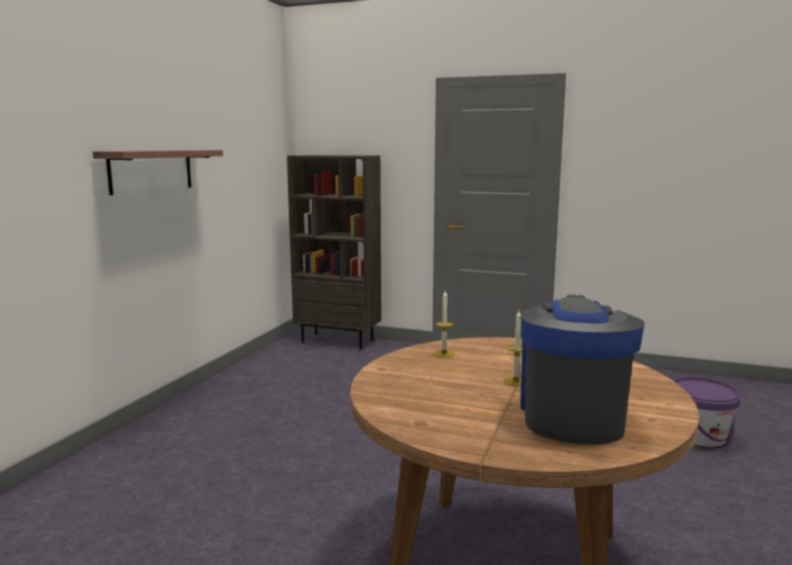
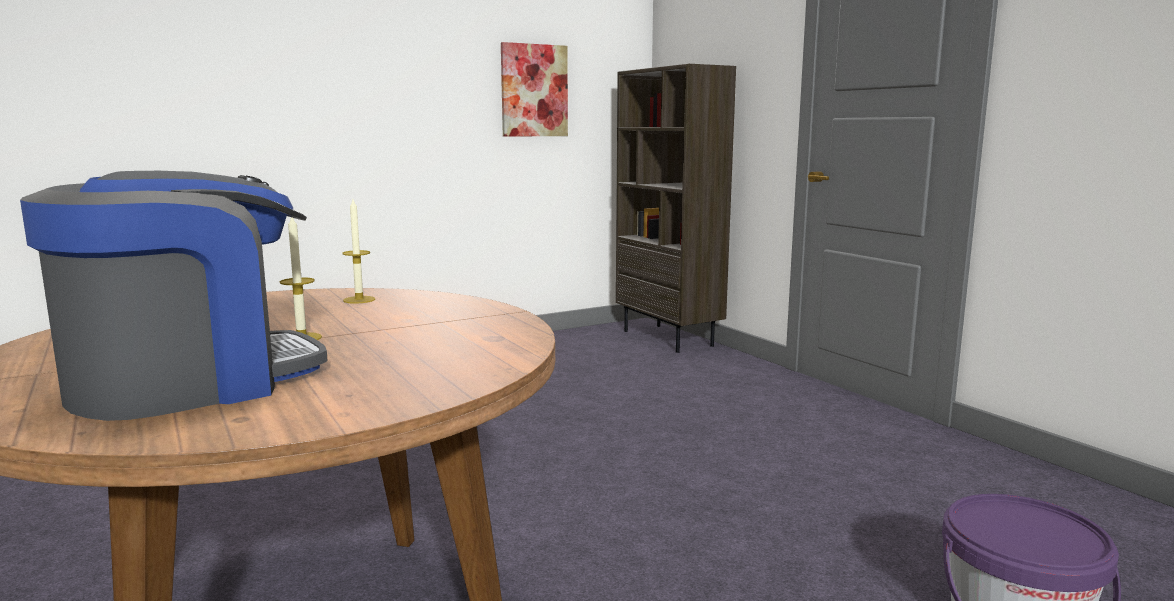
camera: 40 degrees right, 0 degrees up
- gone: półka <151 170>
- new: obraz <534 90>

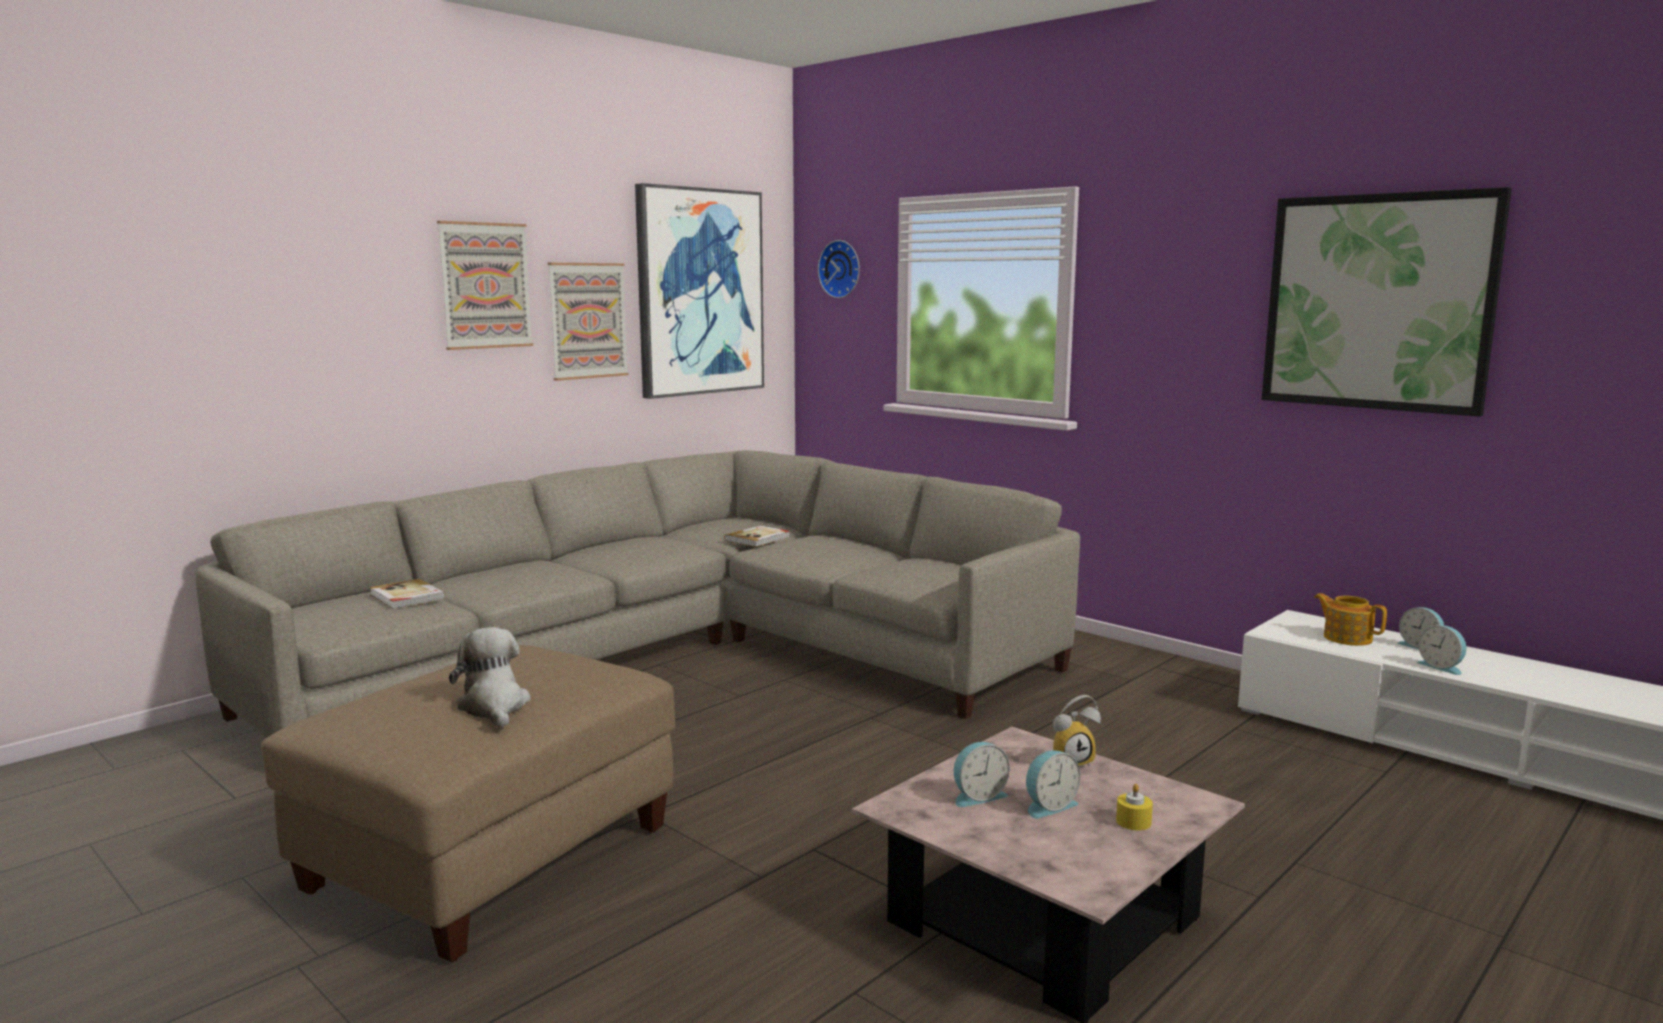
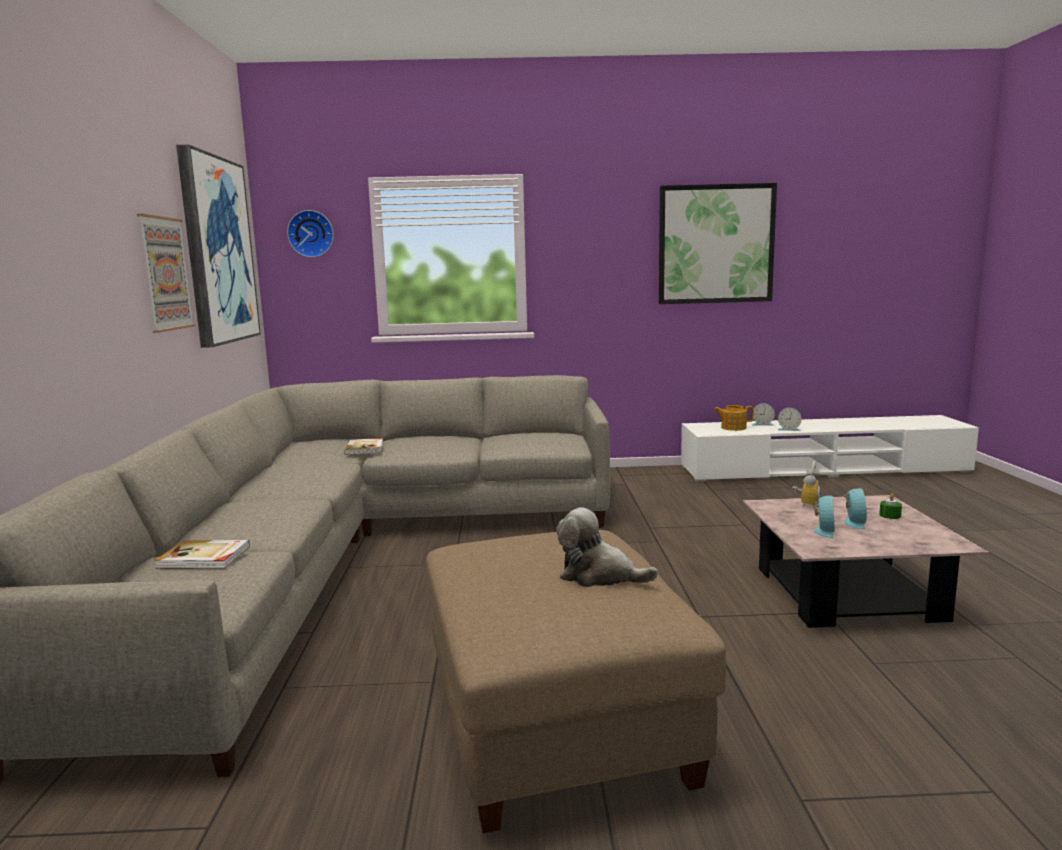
camera: 45 degrees left, 0 degrees up
- gone: obraz <485 285>
- repainted: świeca [żółty] <1133 821> to świeca [zielony] <890 515>

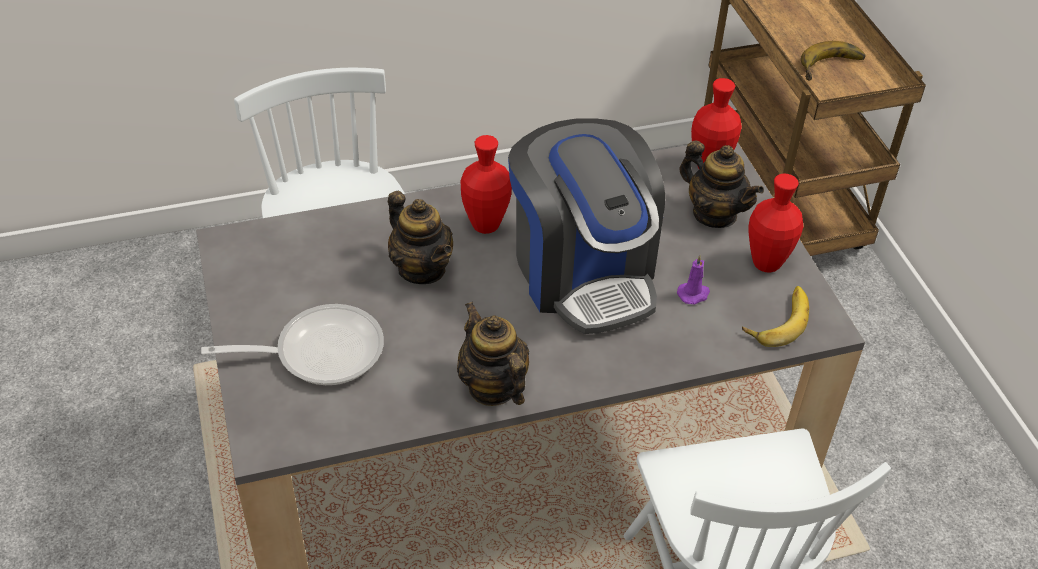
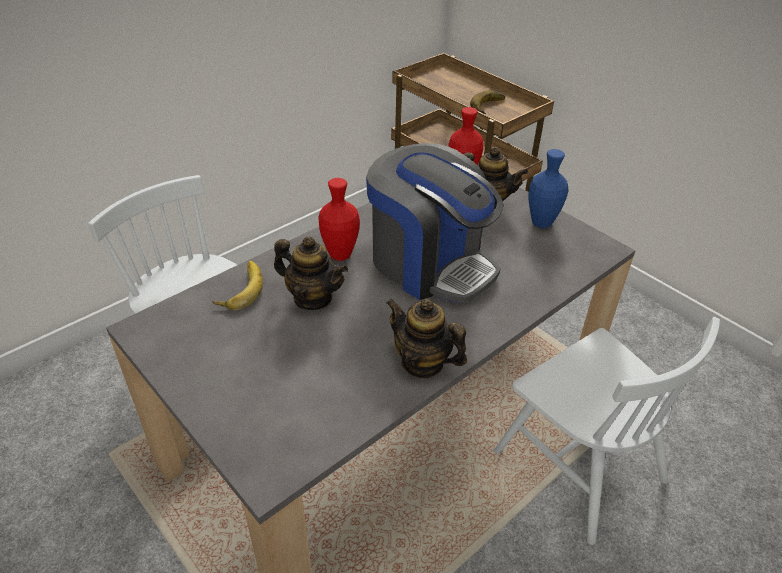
camera: 25 degrees left, 5 degrees down
- gone: patelnia <320 351>
- gone: świeca [fioletowy] <694 294>
- shifted: banan <776 319> to <239 289>
- repainted: wazon [czerwony] <766 264> to wazon [niebieski] <541 223>

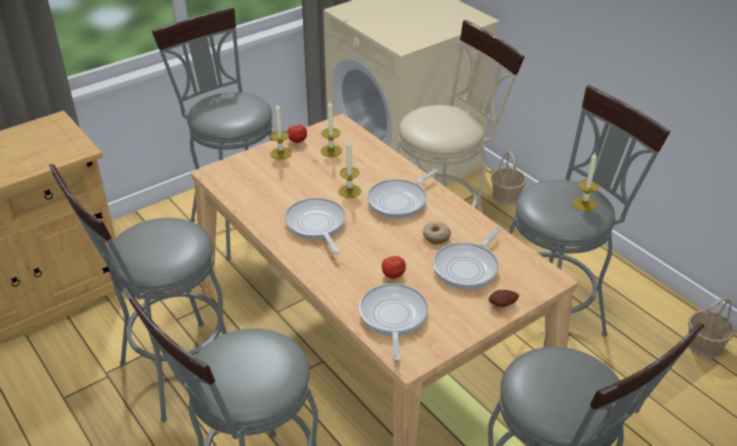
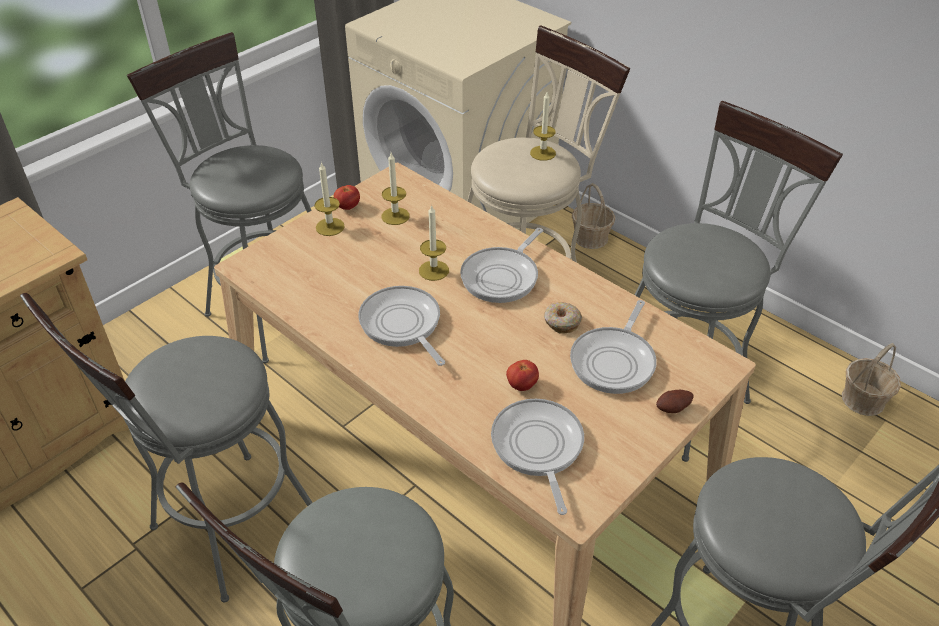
camera: 10 degrees left, 5 degrees up
- shifted: świeca <584 204> to <543 153>

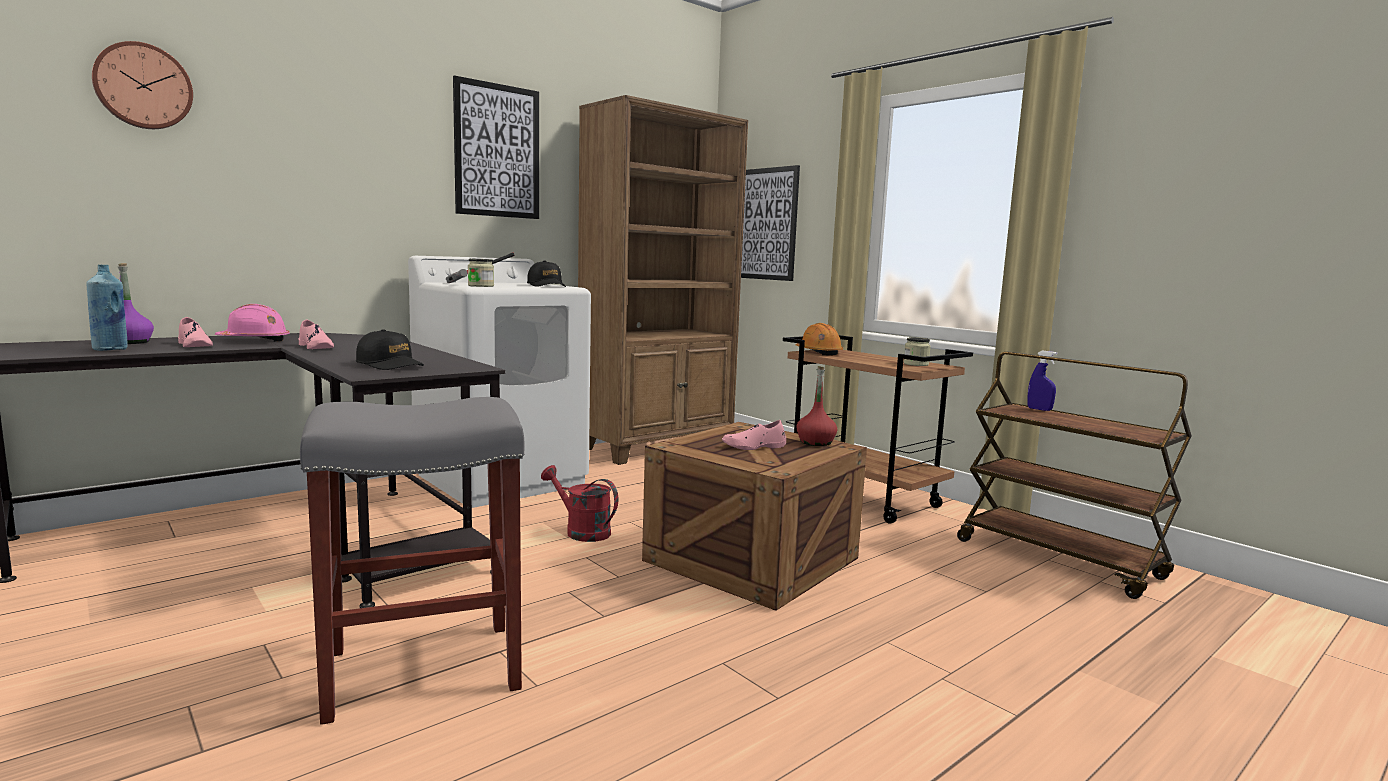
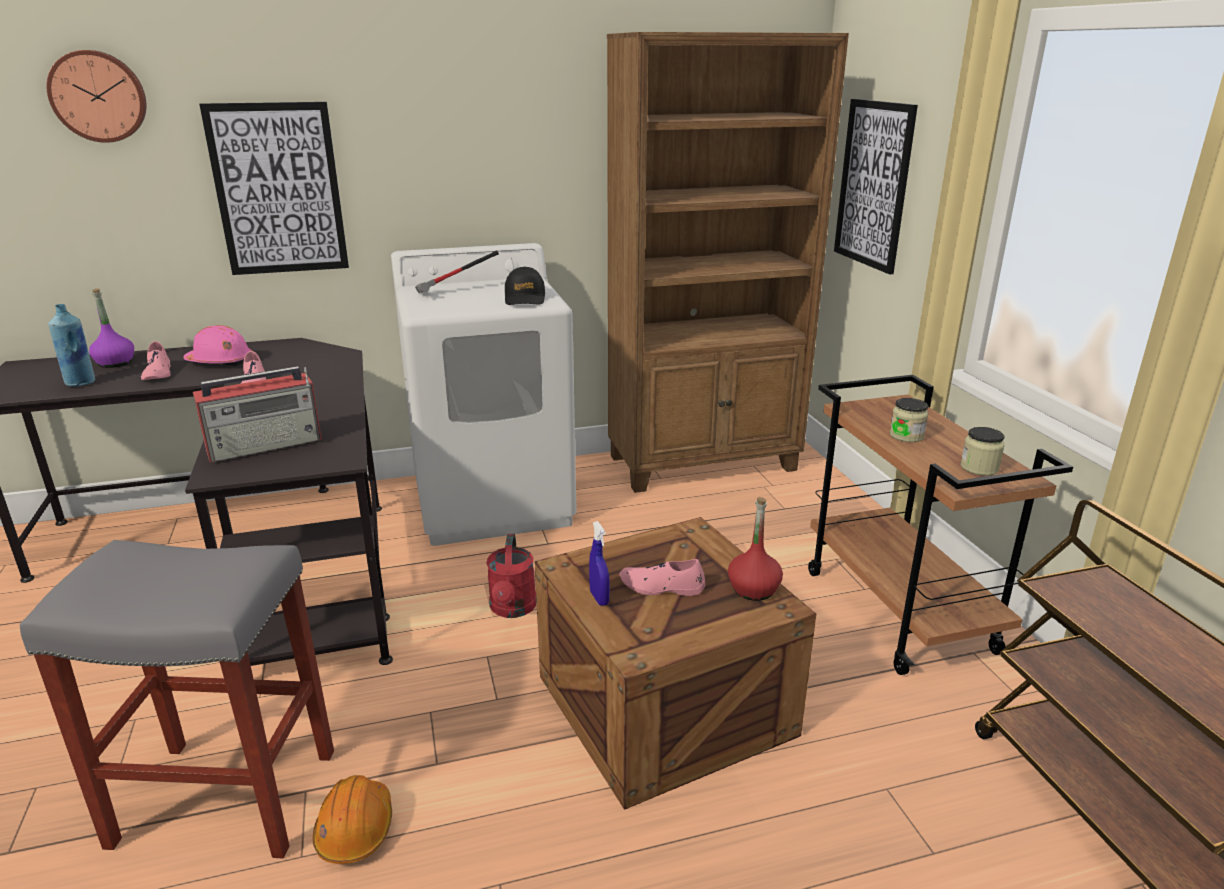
camera: 25 degrees right, 15 degrees up
- shifted: obraz <497 151> to <278 189>
- shifted: słoik <481 286> to <906 436>
- shifted: kask [pomarańczowy] <818 353> to <355 829>
- shifted: spryskiwacz [niebieski] <1039 409> to <599 598>
- swapped: czapka z daszkiem [czarny] <390 365> to radio <266 445>
- rotated: konewka [czerwony] <581 531> = <512 609> 150 degrees counterclockwise

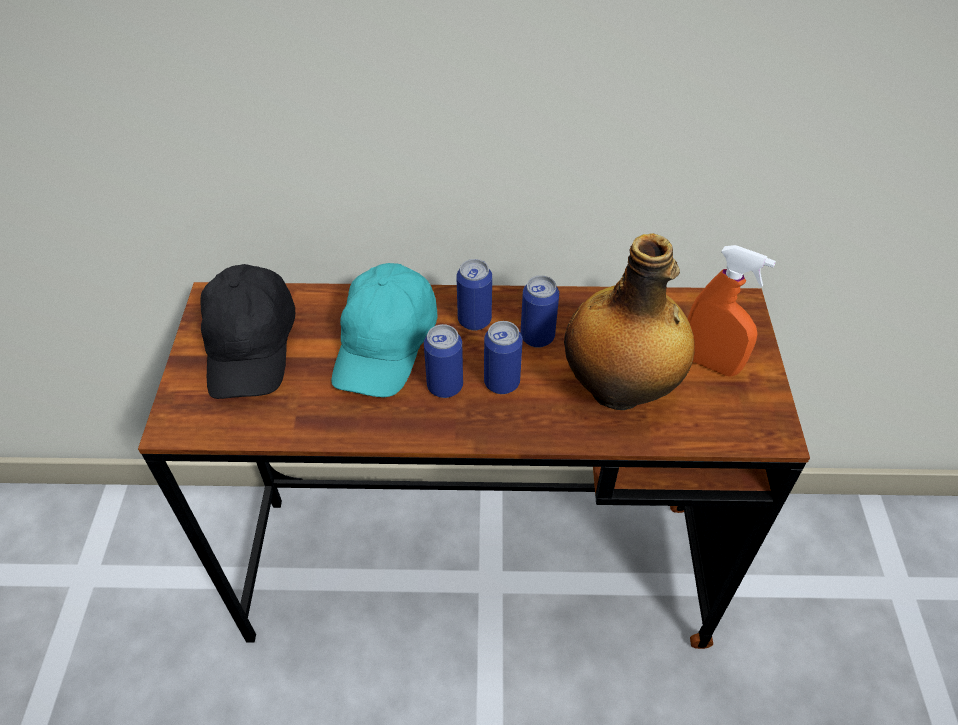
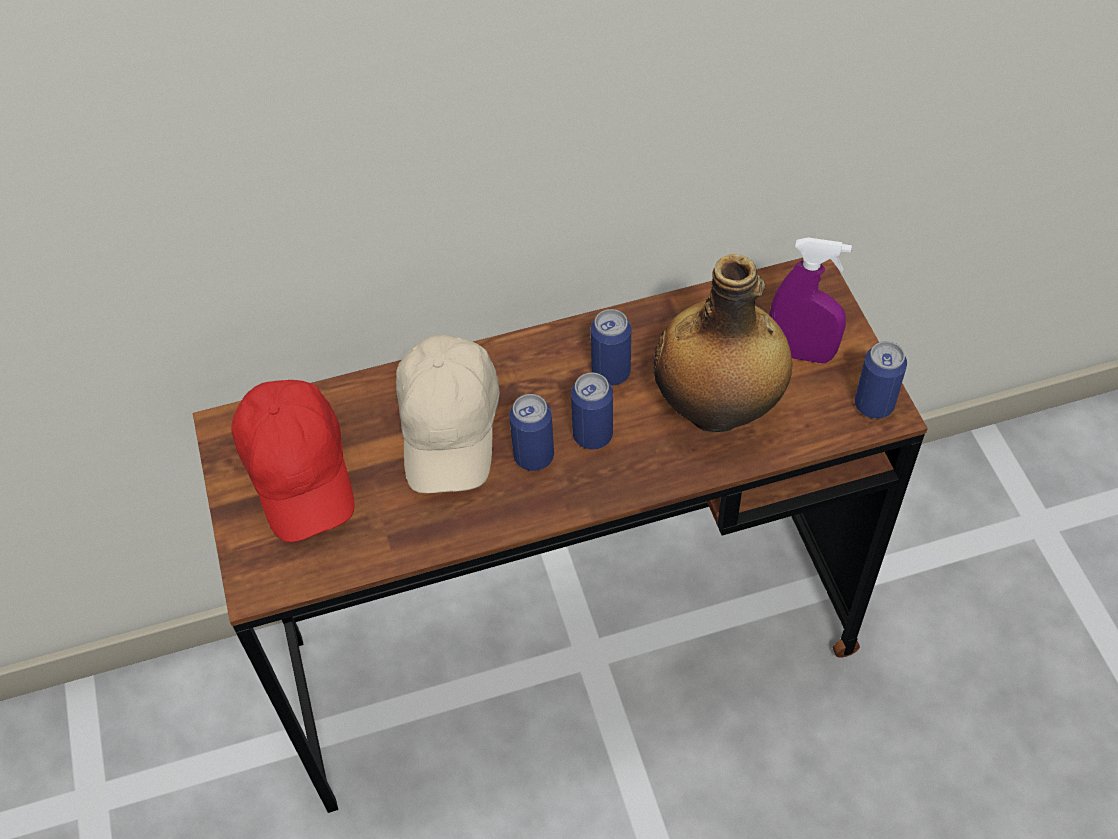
camera: 15 degrees left, 5 degrees up
- shifted: puszka <474 320> to <874 405>
- repainted: czapka z daszkiem [czarny] <252 346> to czapka z daszkiem [czerwony] <300 470>
- repainted: czapka z daszkiem [turkusowy] <386 344> to czapka z daszkiem [beżowy] <450 427>
- repainted: spryskiwacz [pomarańczowy] <710 363> to spryskiwacz [fioletowy] <800 353>

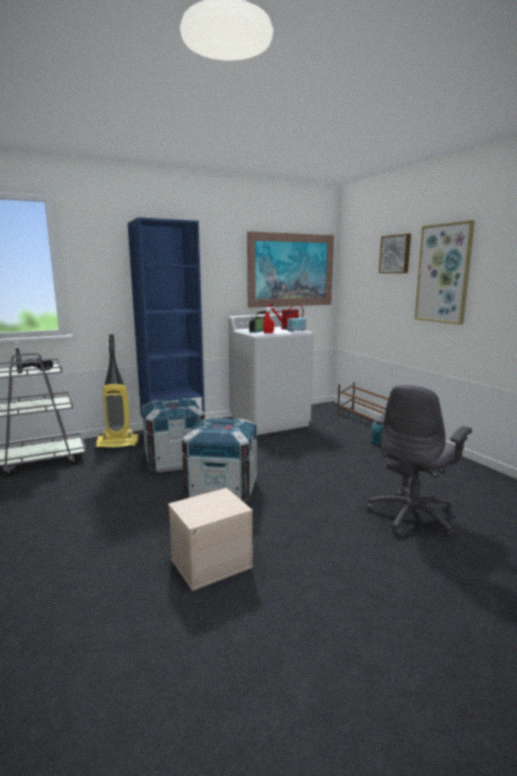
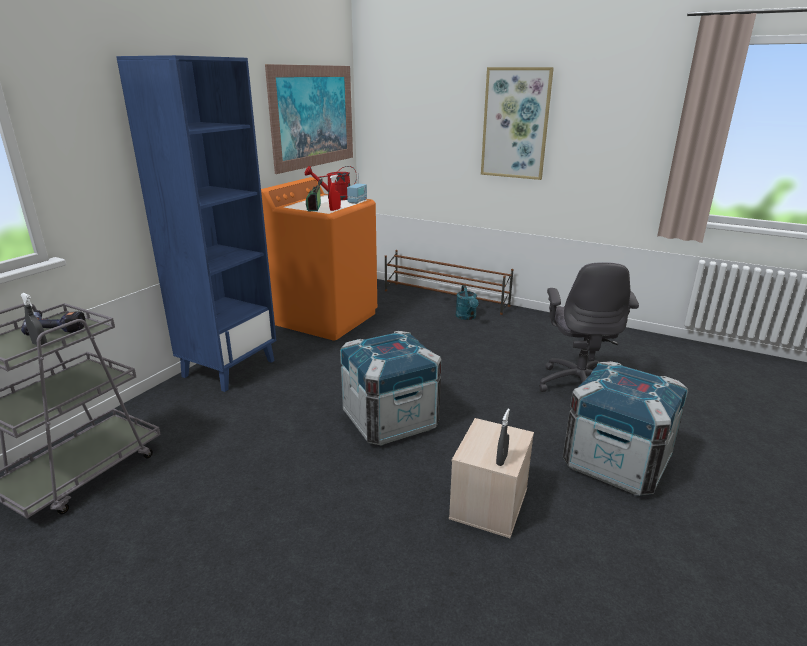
camera: 35 degrees left, 10 degrees up
- gone: odkurzacz <118 444>
- gone: obraz <395 254>
- new: spryskiwacz [szary] <501 460>
- shifted: skrzynka <175 461> to <616 463>
- repainted: pralka [biały] <269 421> to pralka [pomarańczowy] <326 318>

